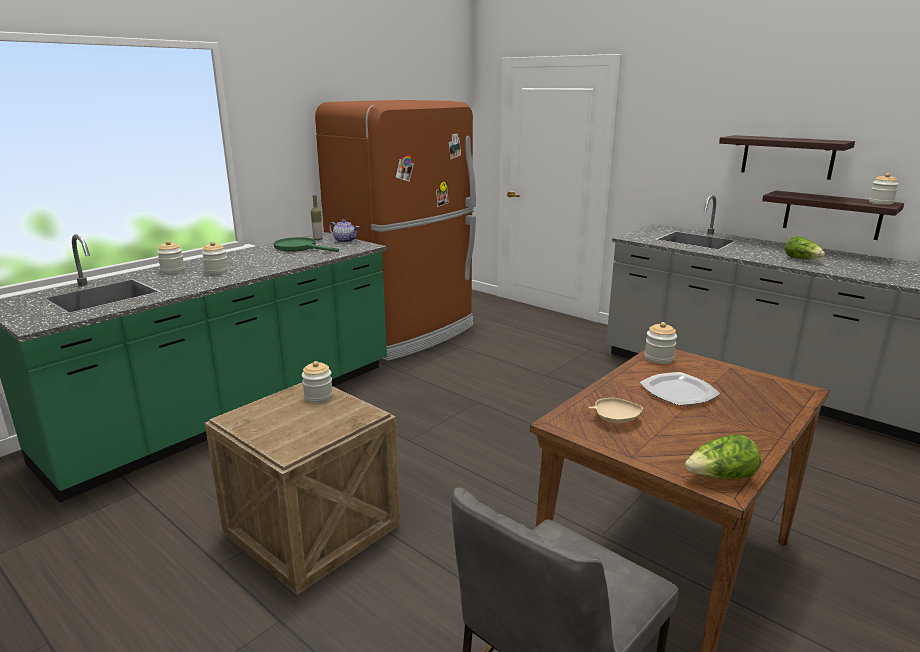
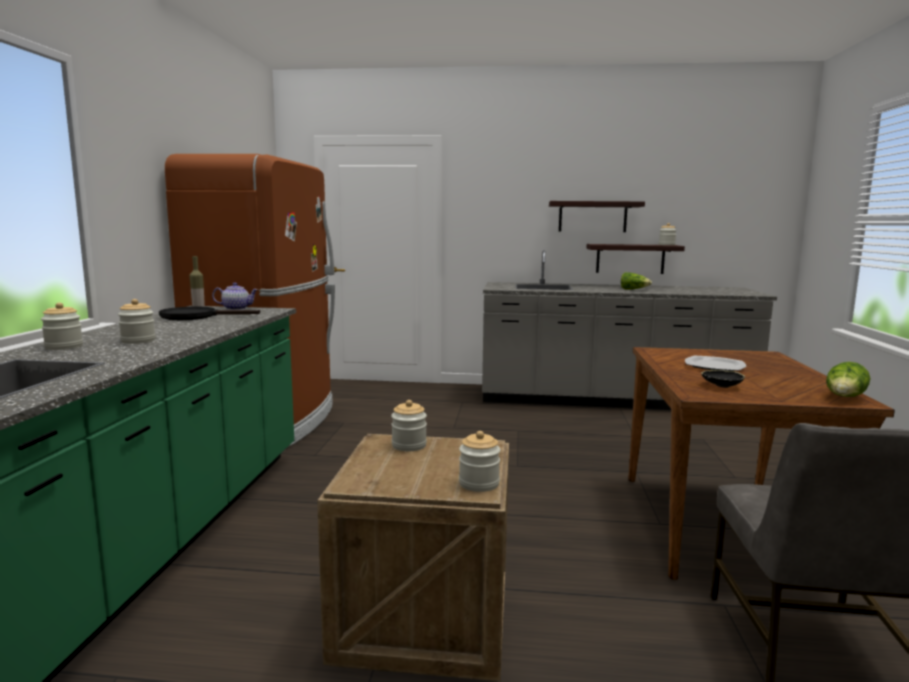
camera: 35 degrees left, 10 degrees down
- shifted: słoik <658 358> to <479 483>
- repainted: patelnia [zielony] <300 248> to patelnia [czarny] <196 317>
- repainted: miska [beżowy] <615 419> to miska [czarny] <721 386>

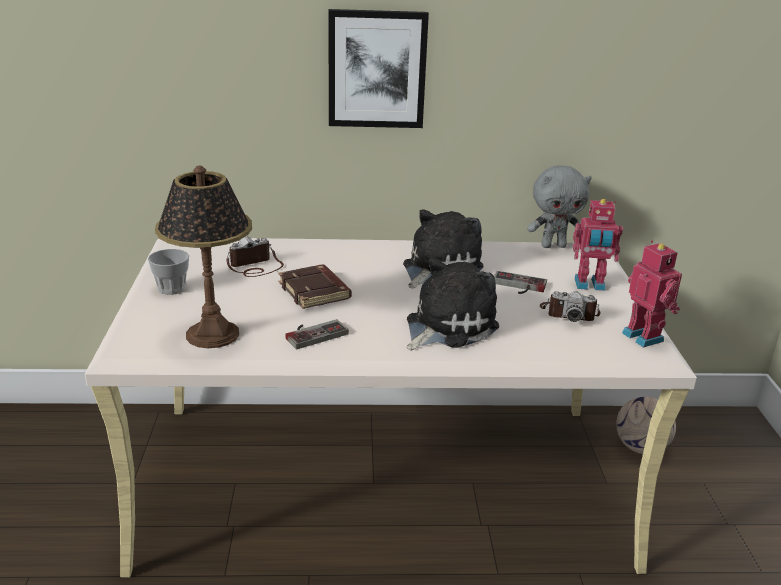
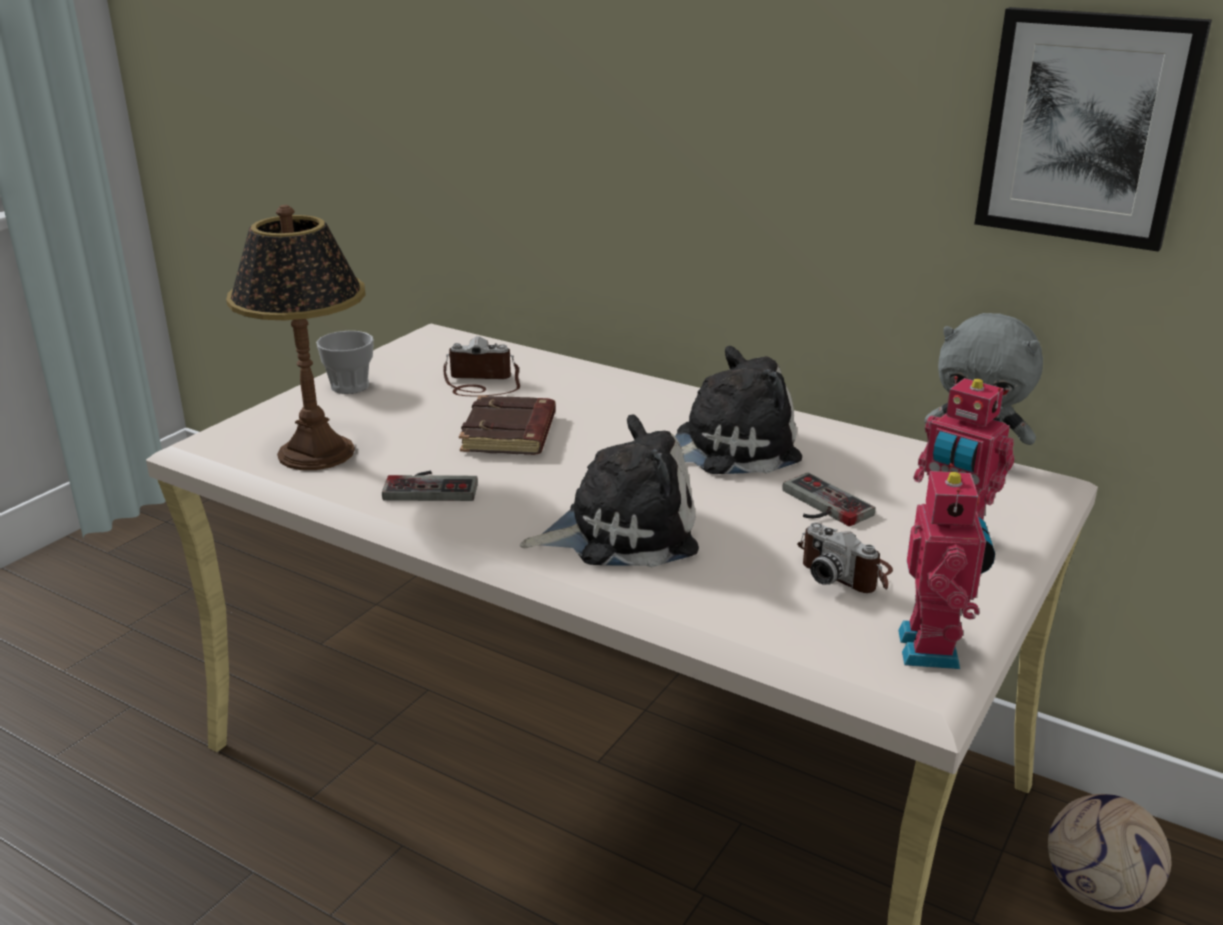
camera: 35 degrees right, 0 degrees up
- shifted: obraz <377 69> to <1086 128>

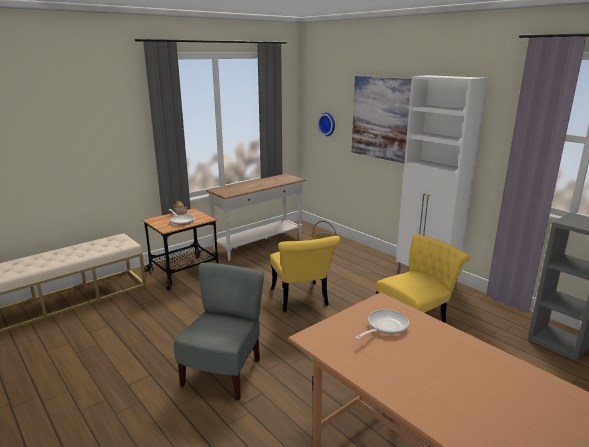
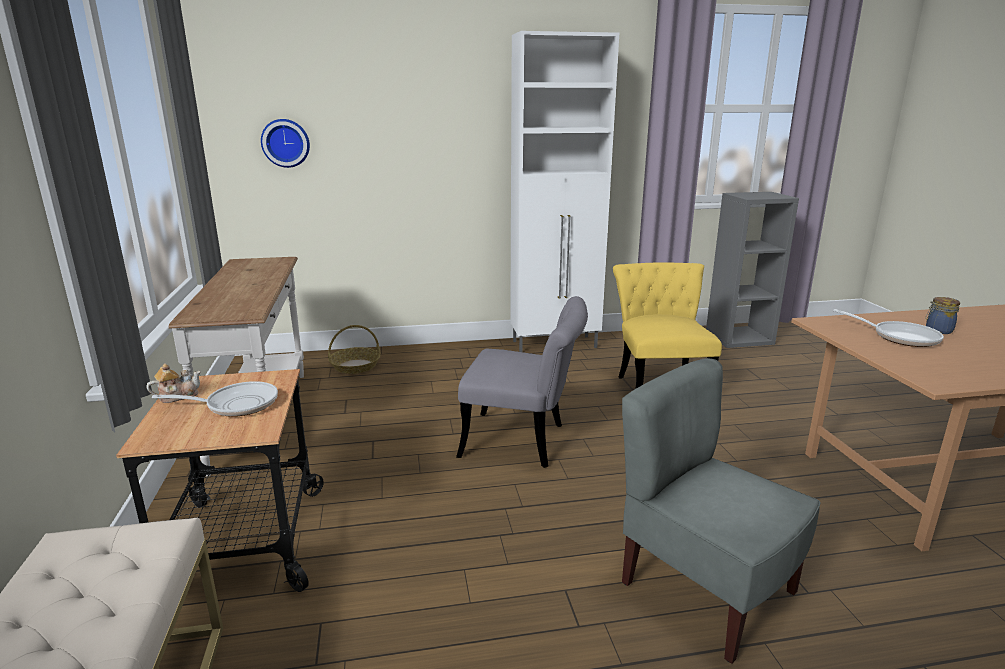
camera: 60 degrees left, 0 degrees up
- gone: obraz <384 118>
- new: słoik <937 330>
- repainted: krzesło [żółty] <301 300> to krzesło [szary] <524 441>
- rotated: patelnia <385 327> = <900 337> 150 degrees clockwise

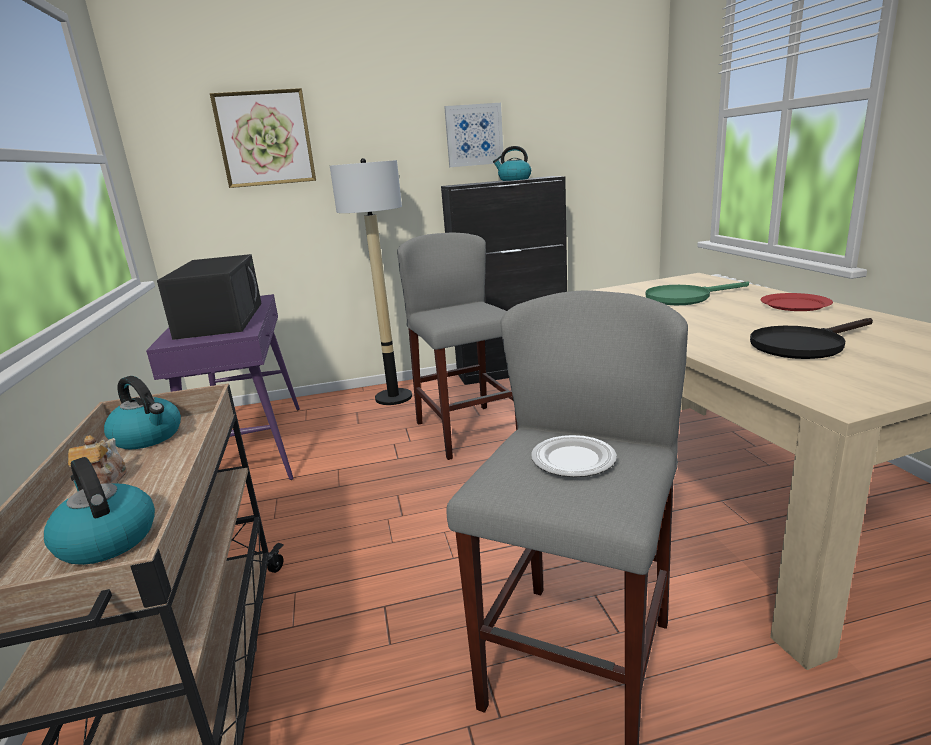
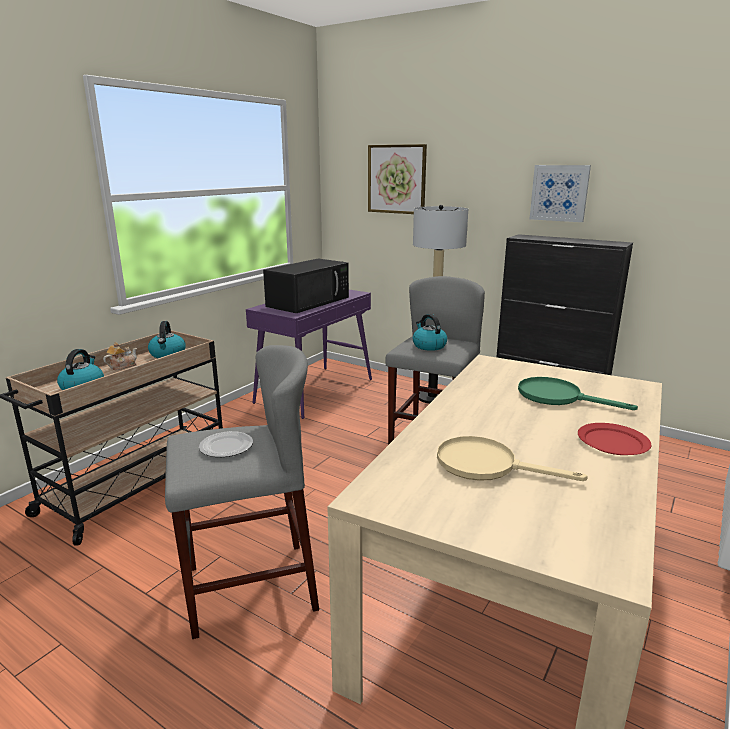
camera: 45 degrees right, 0 degrees up
- shifted: czajnik <514 179> to <428 346>
- repainted: patelnia [czarny] <803 345> to patelnia [beżowy] <487 465>

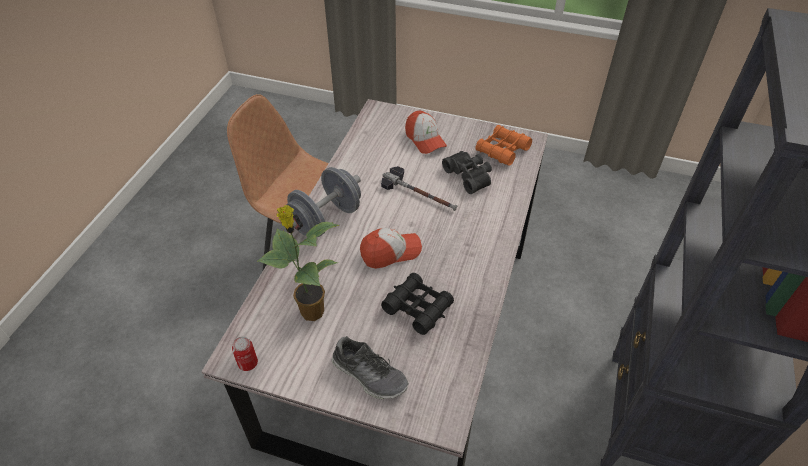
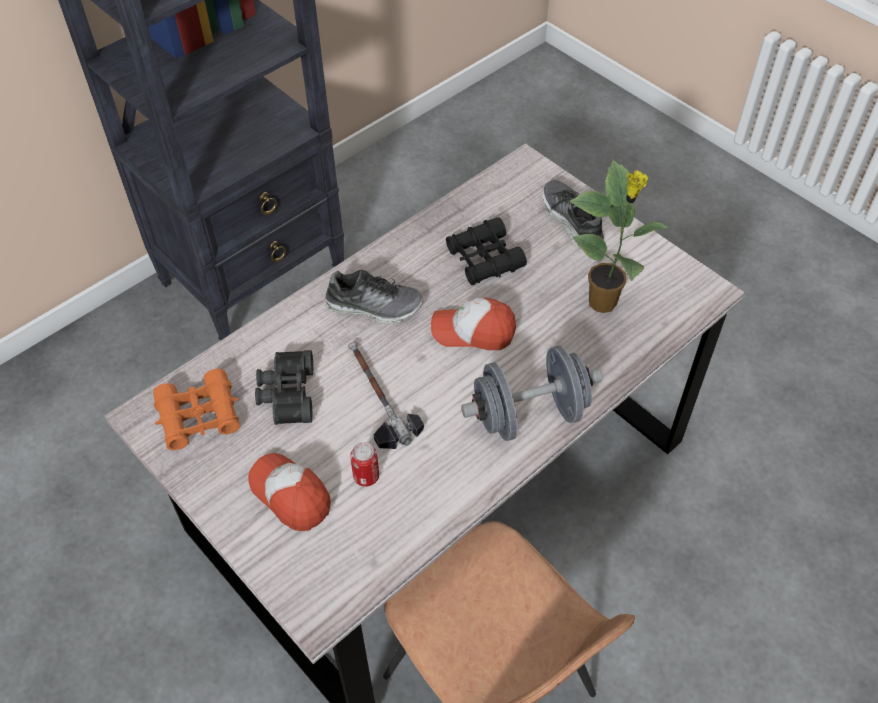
camera: 150 degrees left, 5 degrees up
- new: but <374 306>
- shifted: puszka <248 363> to <366 476>
- rotated: czapka z daszkiem <425 139> = <291 495> 45 degrees counterclockwise

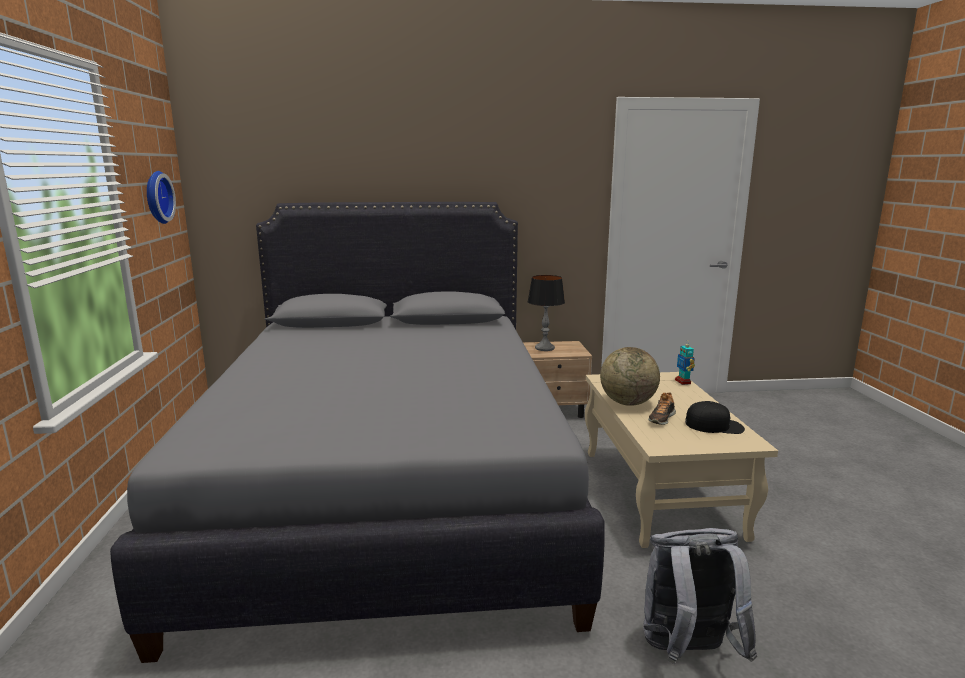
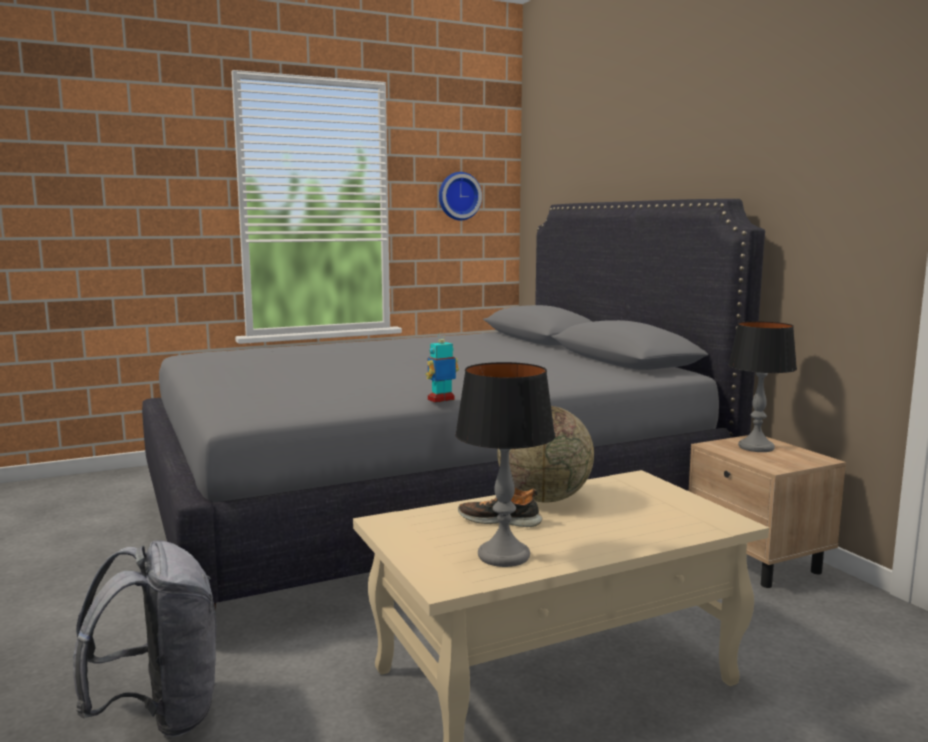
camera: 70 degrees right, 5 degrees down
- shifted: robot zabawkowy <683 382> to <441 400>
- swapped: czapka z daszkiem [czarny] <714 425> to lampa stołowa <504 555>

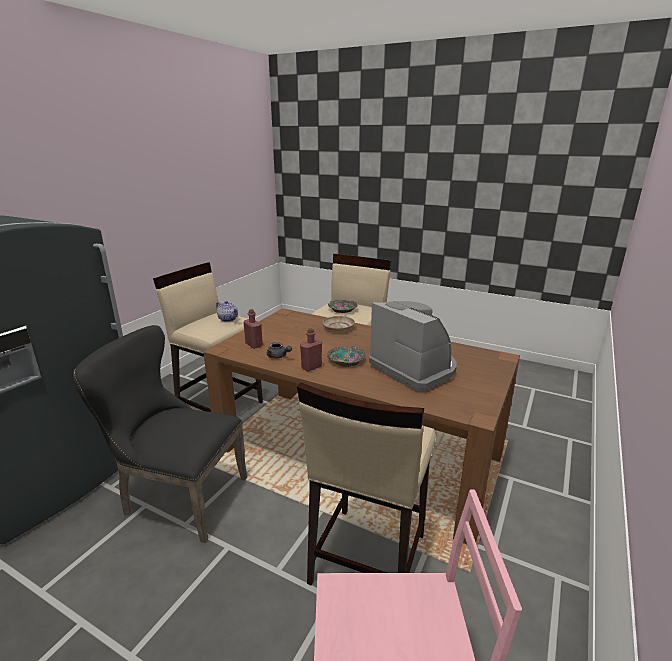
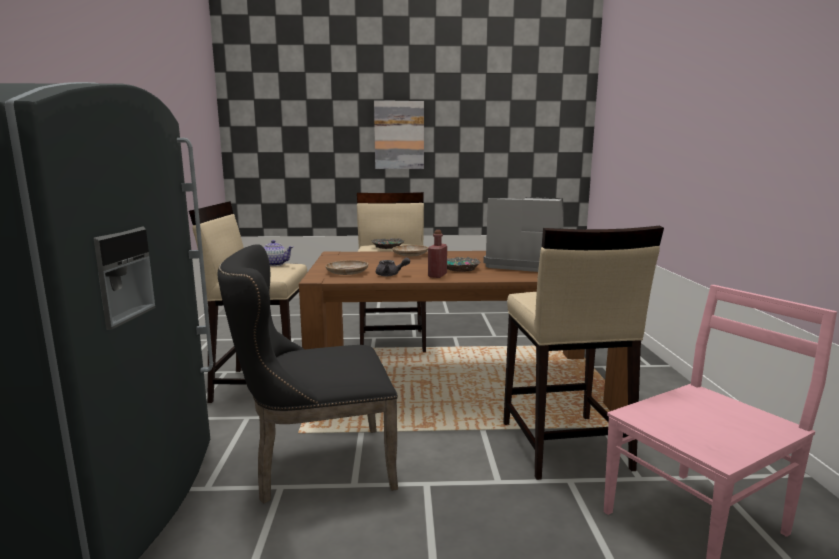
camera: 30 degrees left, 10 degrees down
- new: obraz <399 135>
- swapped: butelka [czerwony] <254 345> to talerz [beżowy] <347 272>

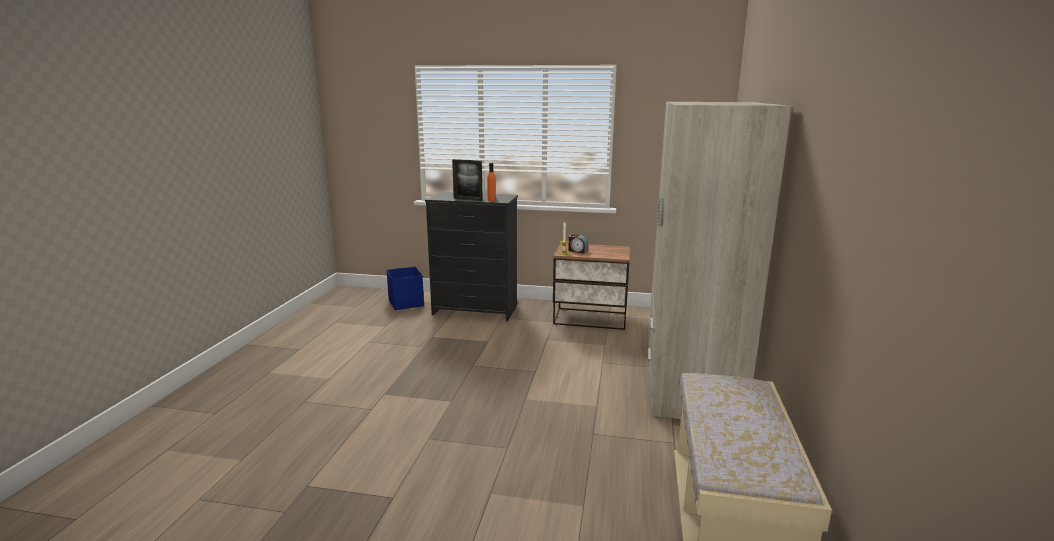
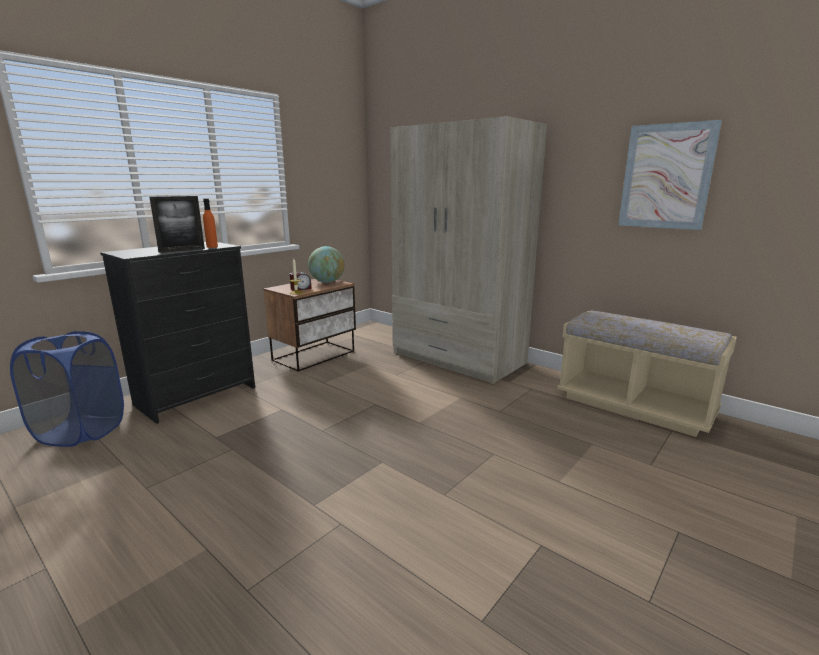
camera: 60 degrees left, 0 degrees up
- new: globus <327 282>
- new: obraz <666 177>
- swapped: pojemnik do przechowywania [niebieski] <406 303> to kosz na pranie [niebieski] <81 431>

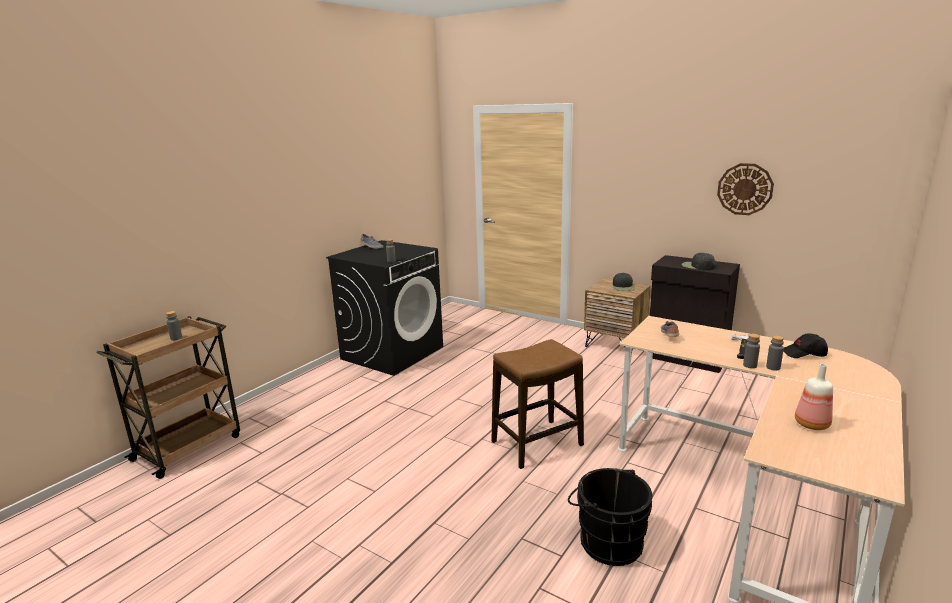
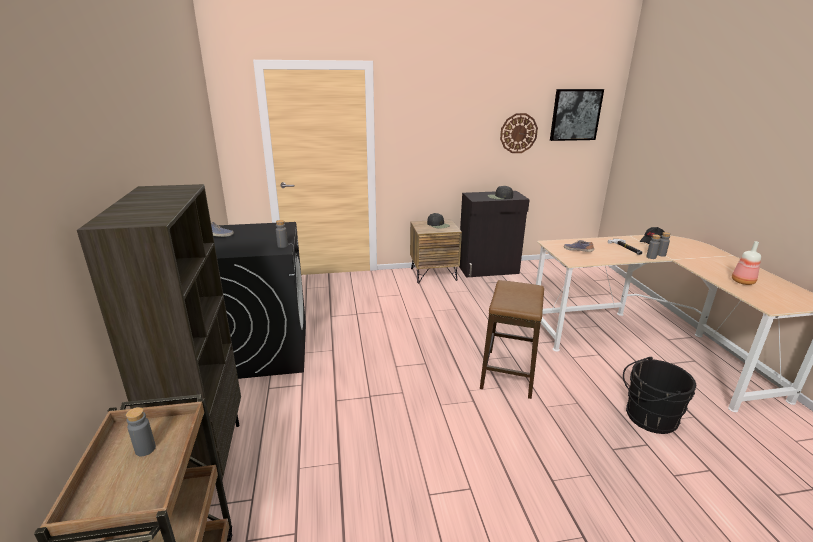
camera: 45 degrees left, 5 degrees up
- new: regał [brązowy] <207 460>
- new: obraz <575 115>

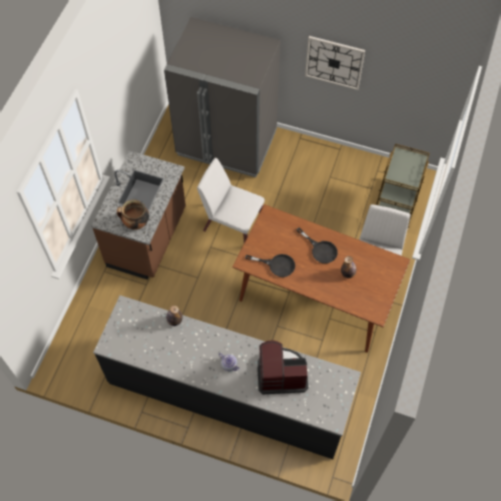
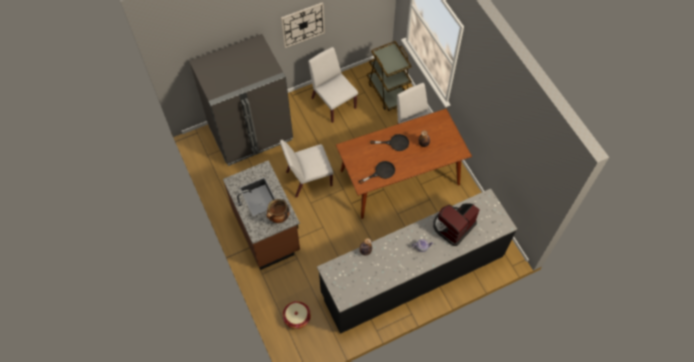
camera: 45 degrees left, 0 degrees up
- new: koszyk <297 317>
- new: krzesło [biały] <333 102>

